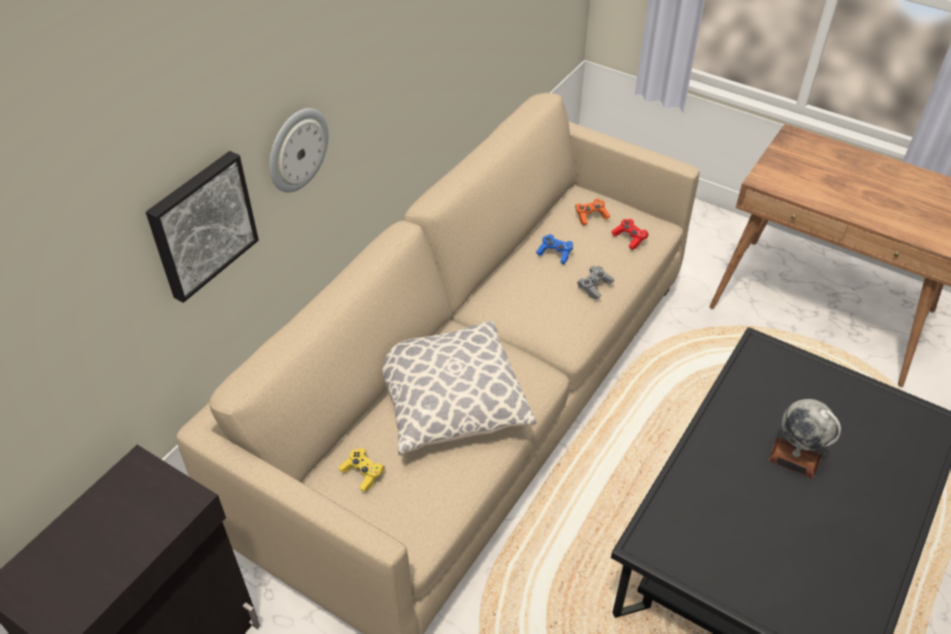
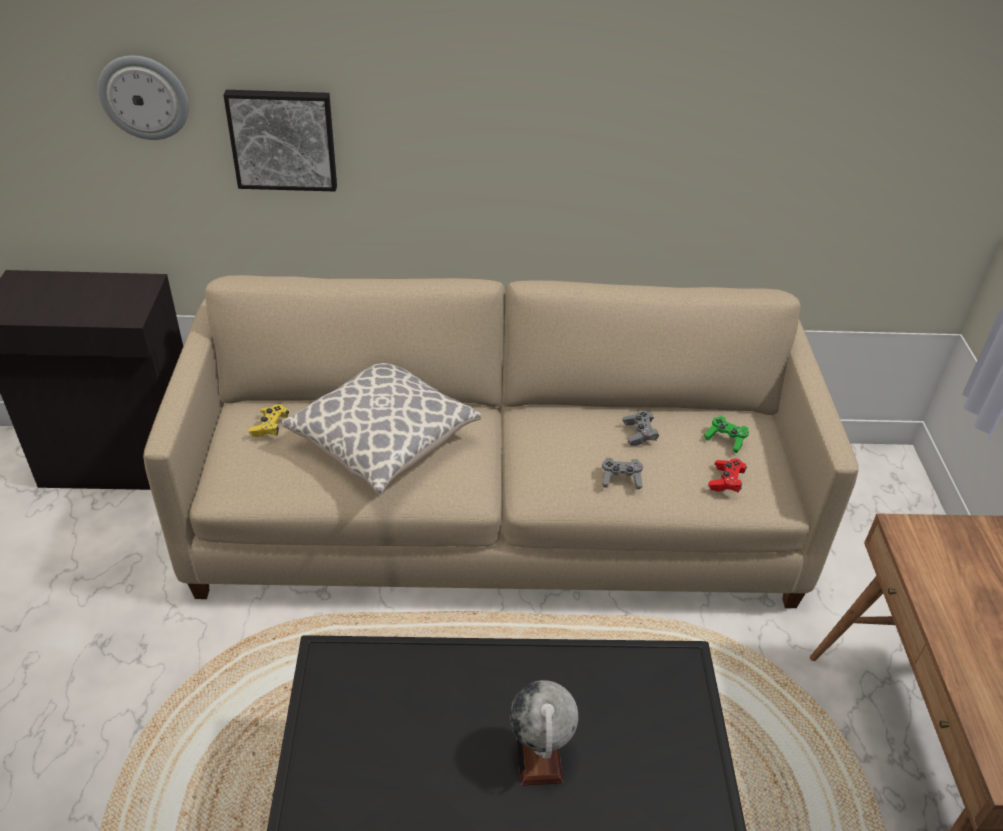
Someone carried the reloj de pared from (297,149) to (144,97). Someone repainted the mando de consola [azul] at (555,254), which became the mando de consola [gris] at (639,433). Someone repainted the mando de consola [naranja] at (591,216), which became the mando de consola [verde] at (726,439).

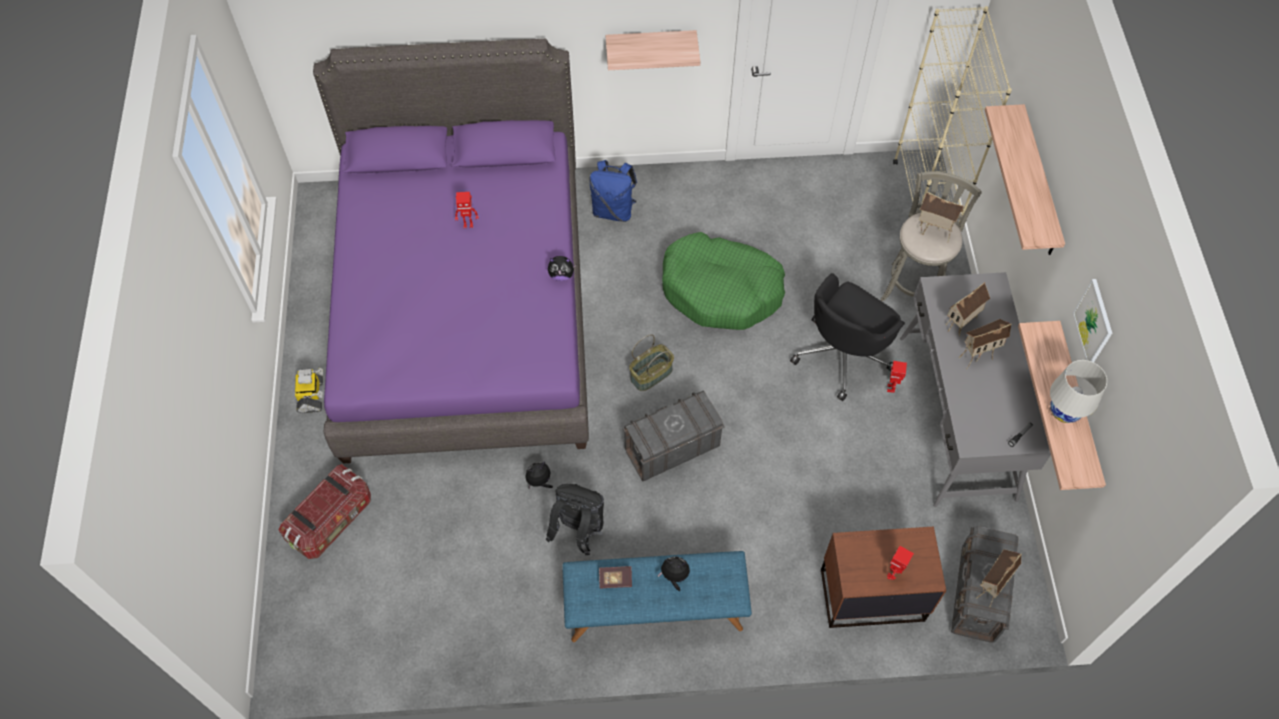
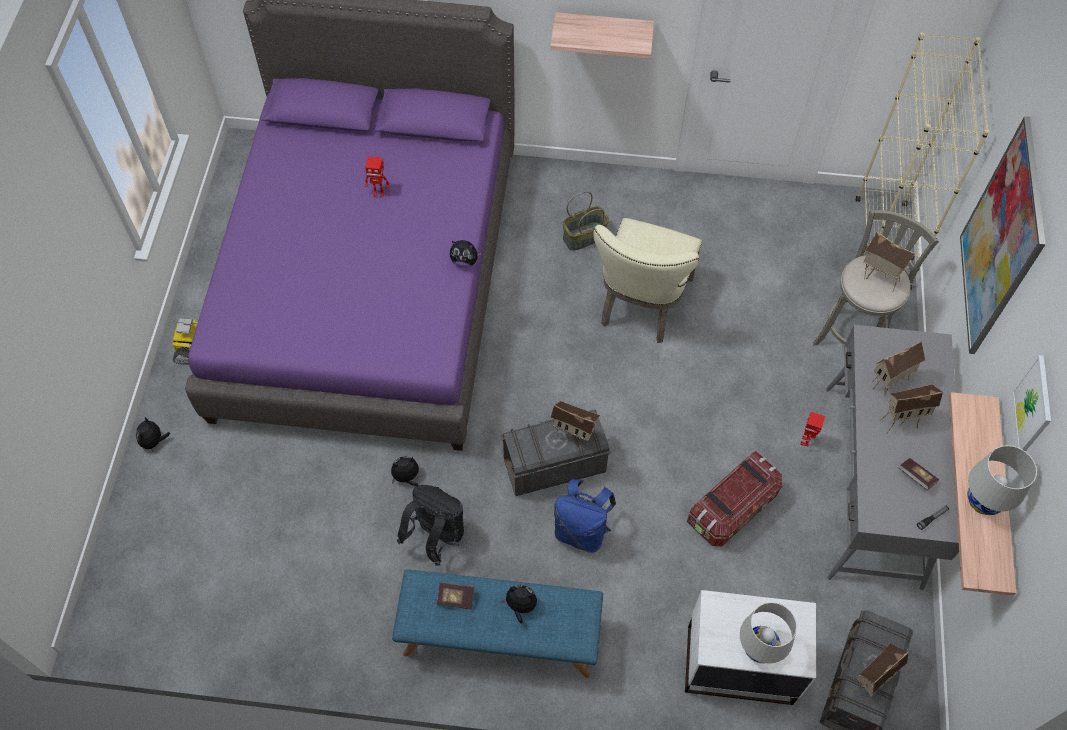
Someone put down the peluche at (154,441). Someone put down the casita at (573,436). Someone carried the mochila [azul] from (613,210) to (581,530). Someone carried the cesta from (651,374) to (584,236). Someone swapped the cama para perro [verde] at (721,290) for the silla [beis] at (641,306). Someone repainted the mesita de noche [marrón] at (871,594), which became the mesita de noche [blanco] at (738,663). Someone carried the caja de almacenaje from (331,520) to (732,508). Someone swapped the robot de juguete at (893,574) for the lámpara de mesa [blanco] at (760,648). Someone put down the libro at (916,477). Someone swapped the estante at (1039,183) for the cuadro at (1001,240). Someone took away the silla de oficina [negro] at (843,354).

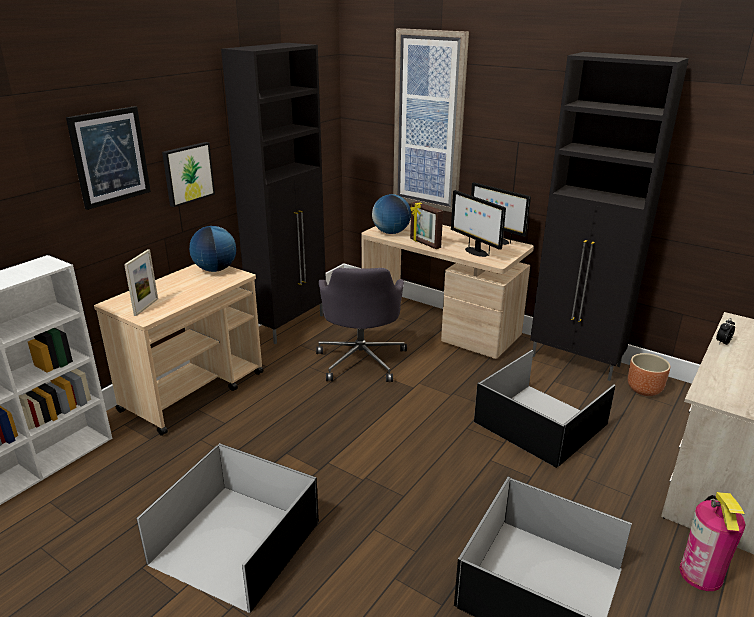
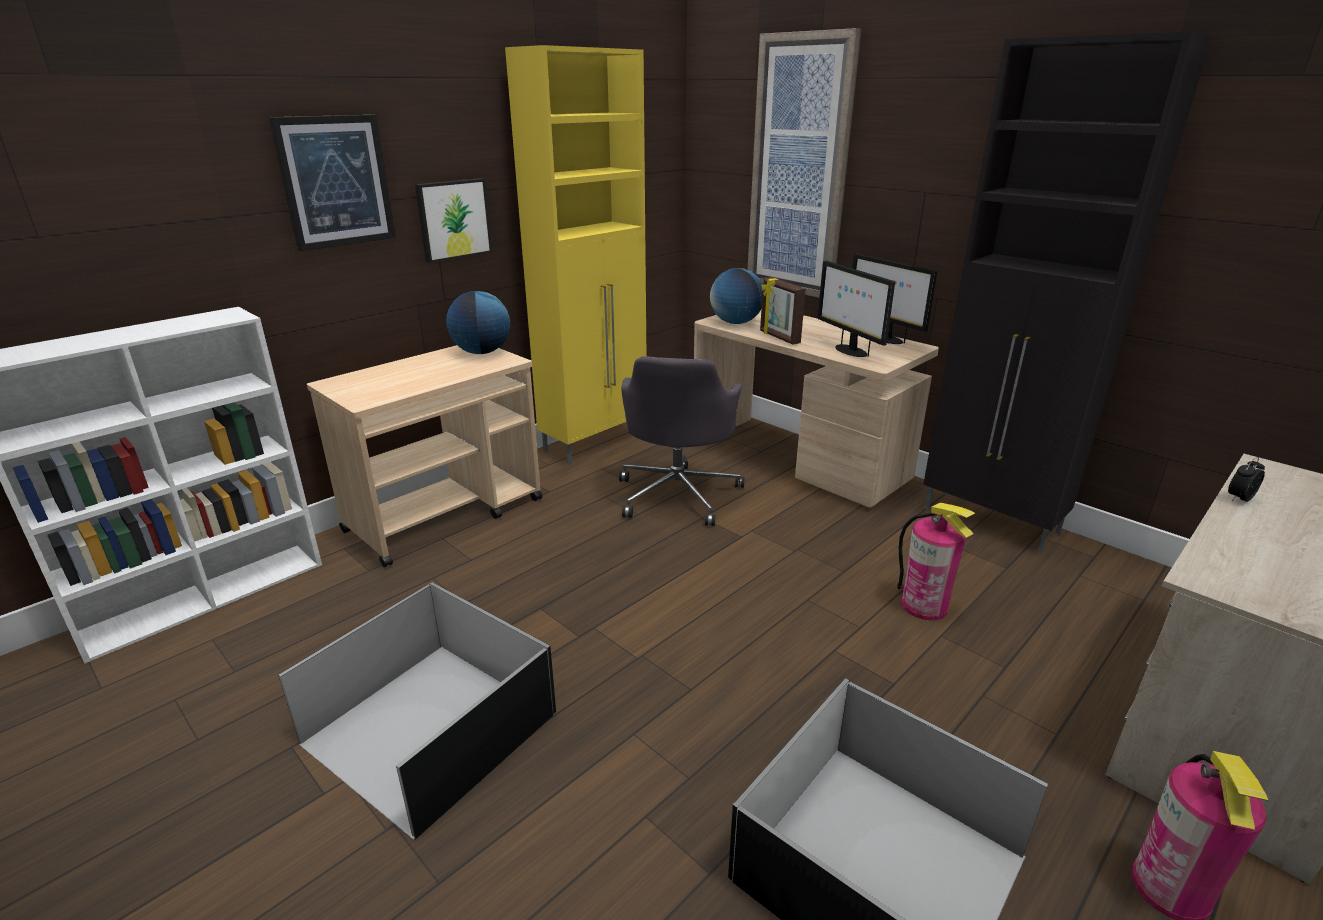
Someone repainted the armario [negro] at (290,324), which became the armario [amarillo] at (595,442). Someone swapped the caja de almacenaje [negro] at (542,424) for the extintor at (924,605). Someone took away the portarretratos at (146,307). Someone took away the maceta [marrón] at (644,389).

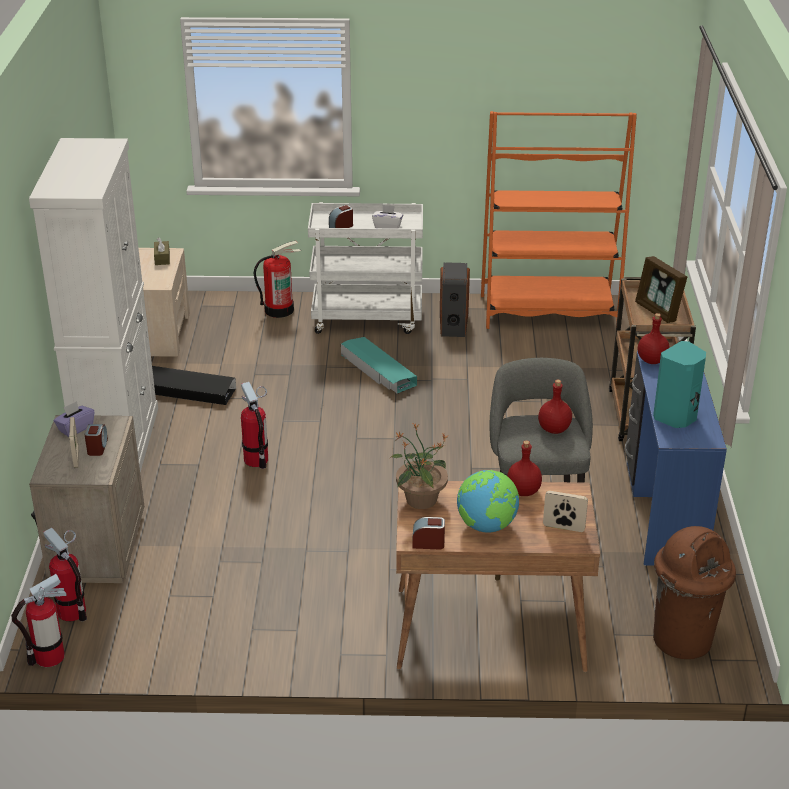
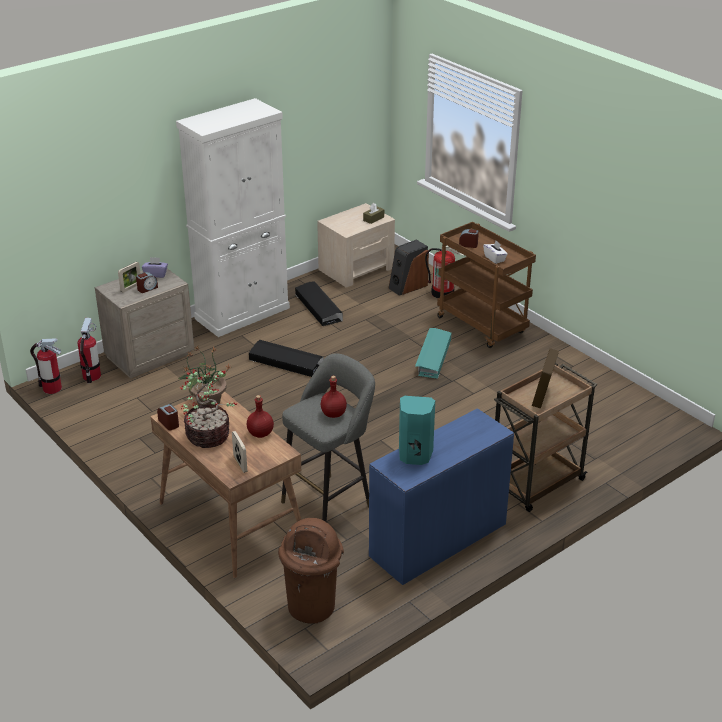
Someone swapped the globo terráqueo at (487,526) for the planta en maceta at (209,436). Someone swapped the extintor at (256,459) for the caja de almacenaje [negro] at (286,362). Someone carried the altavoz from (453,324) to (408,286). Someone repainted the carrito [blanco] at (368,318), which became the carrito [marrón] at (483,326). Someone took away the estantería [naranja] at (549,312). Someone took away the botella [rojo] at (652,360).

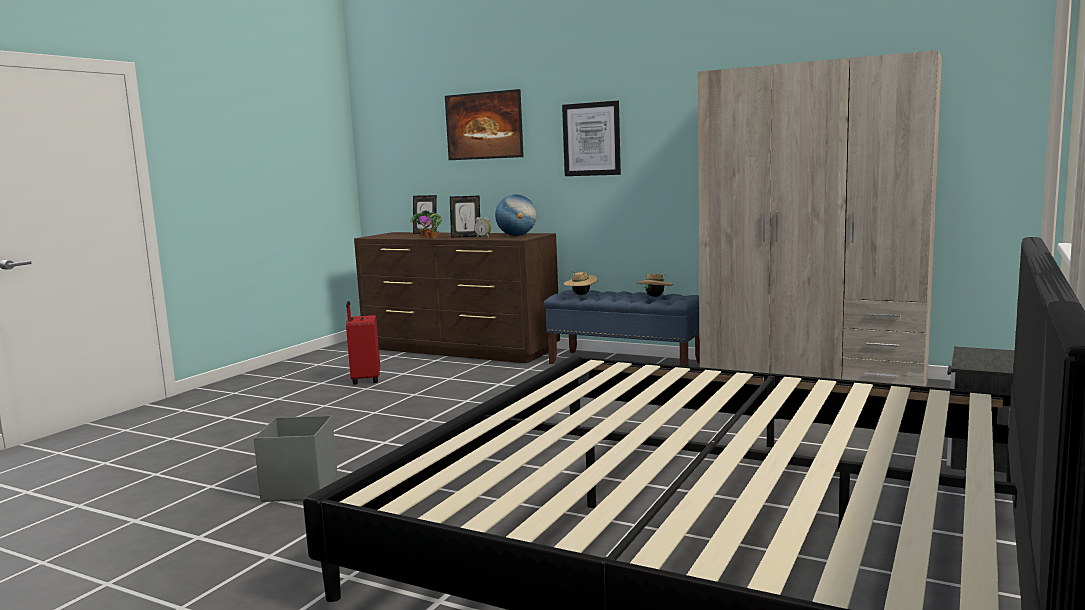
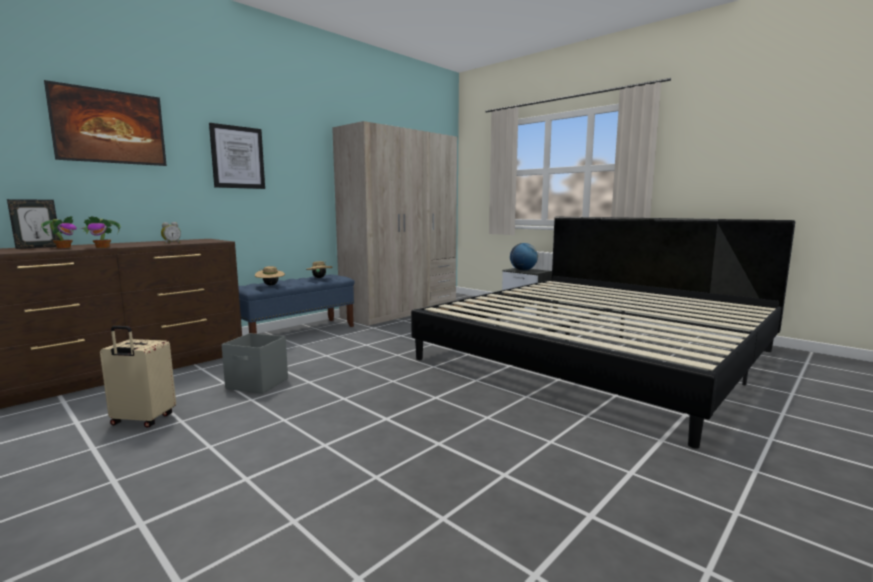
Someone repainted the maleta [rojo] at (365,380), which became the maleta [beis] at (142,420). Someone carried the caja de almacenaje [gris] from (299,489) to (258,384). Someone carried the globo terráqueo from (516,235) to (523,270). Someone took away the portarretratos at (466,236).

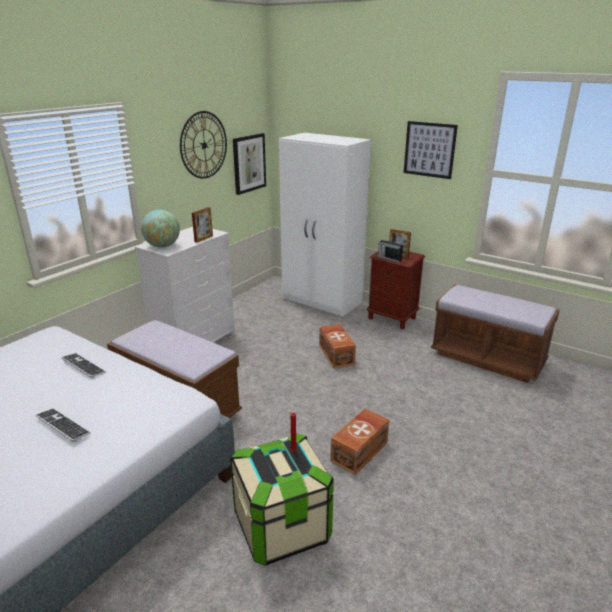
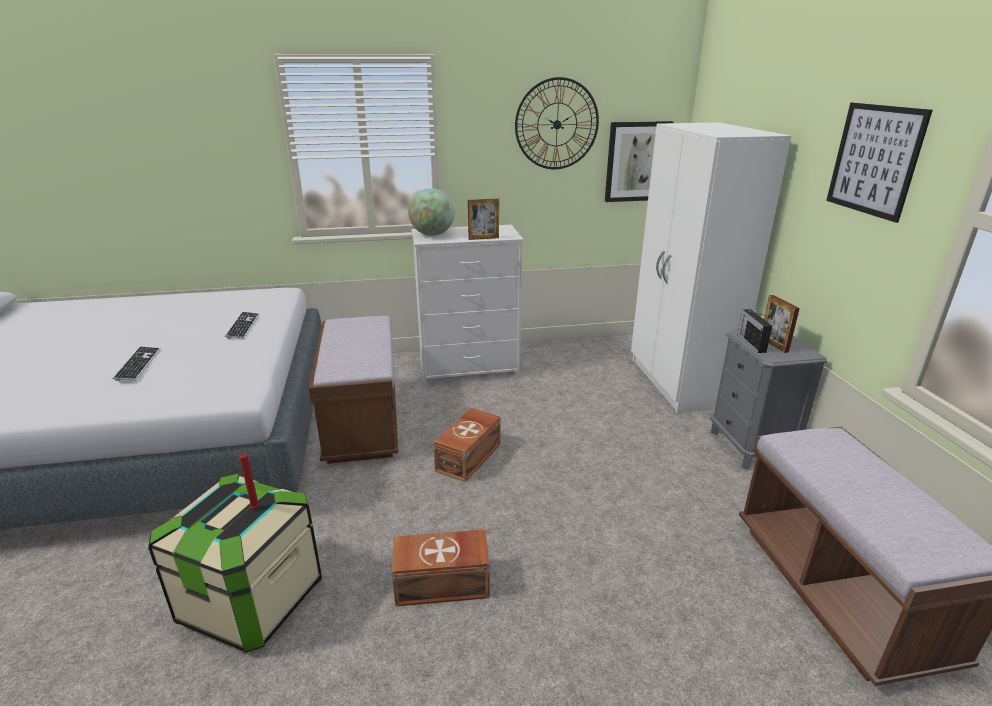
Someone carried the caja de almacenaje [marrón] from (336,354) to (470,457). Someone repainted the mesita de noche [marrón] at (392,318), which became the mesita de noche [gris] at (749,447).

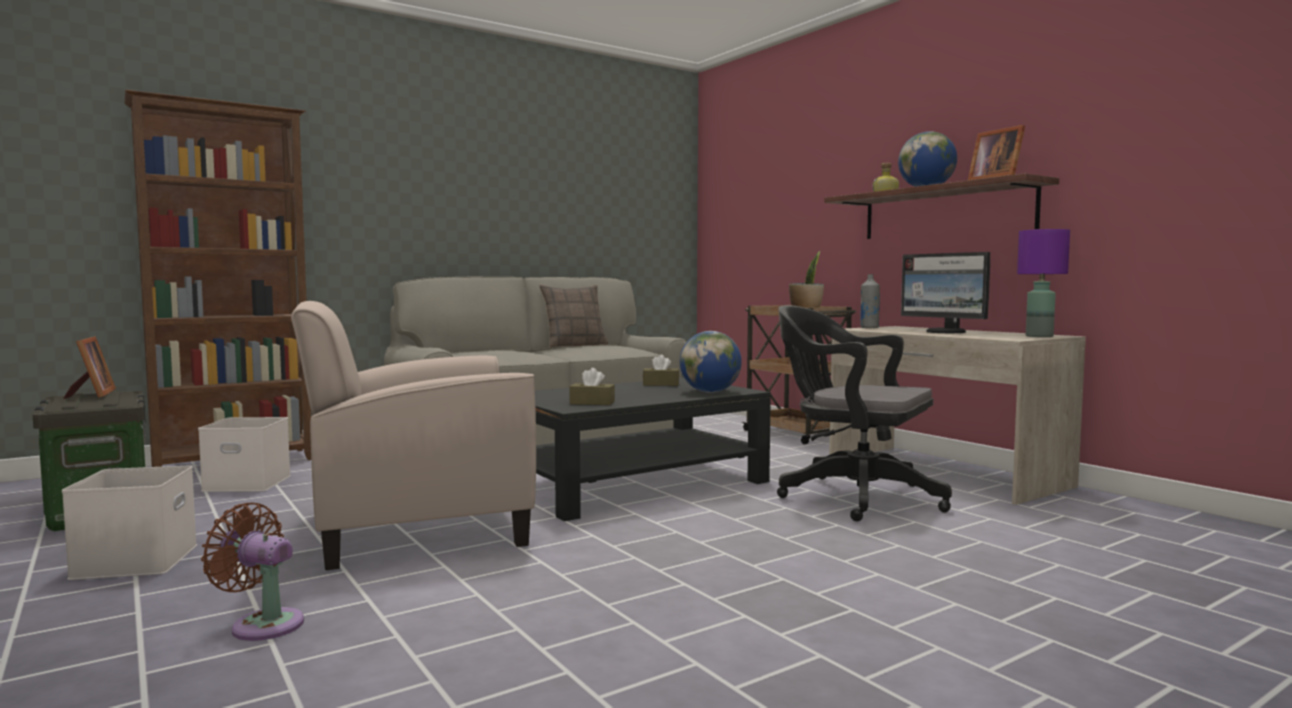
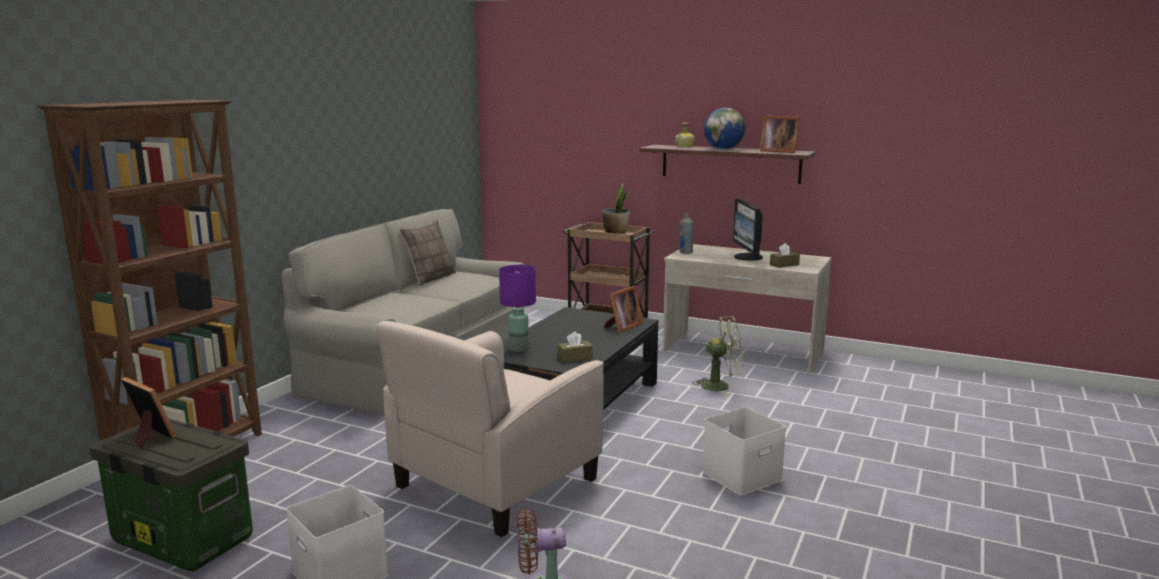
Someone carried the lámpara de mesa [morado] from (1038,336) to (518,349). Someone swapped the globo terráqueo at (710,392) for the portarretratos at (622,327). Someone swapped the silla de oficina [negro] at (852,497) for the ventilador [verde] at (721,386). Someone carried the caja de almacenaje [blanco] from (249,483) to (741,475). Someone rotated the monitor at (945,332) by 60 degrees clockwise. Someone carried the caja de pañuelos [marrón] from (661,384) to (784,265).

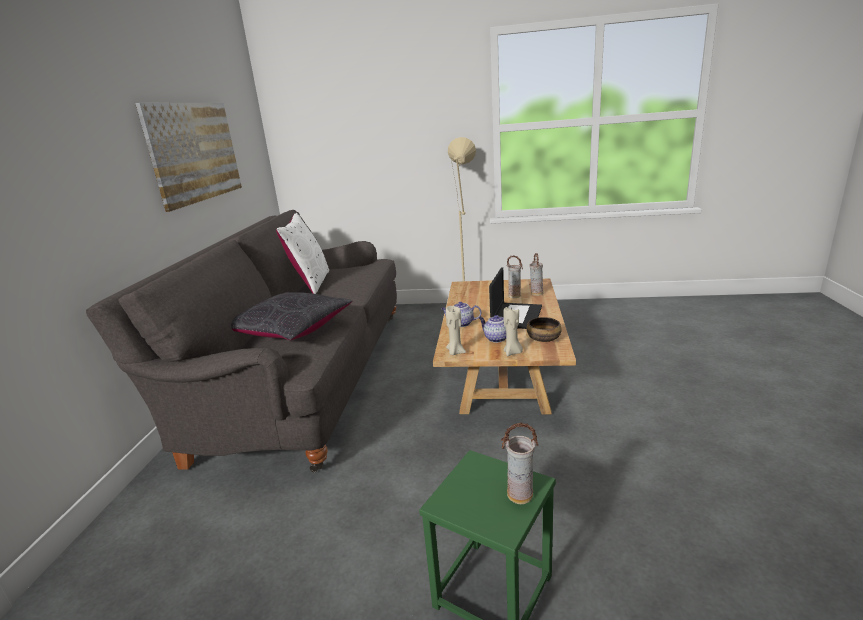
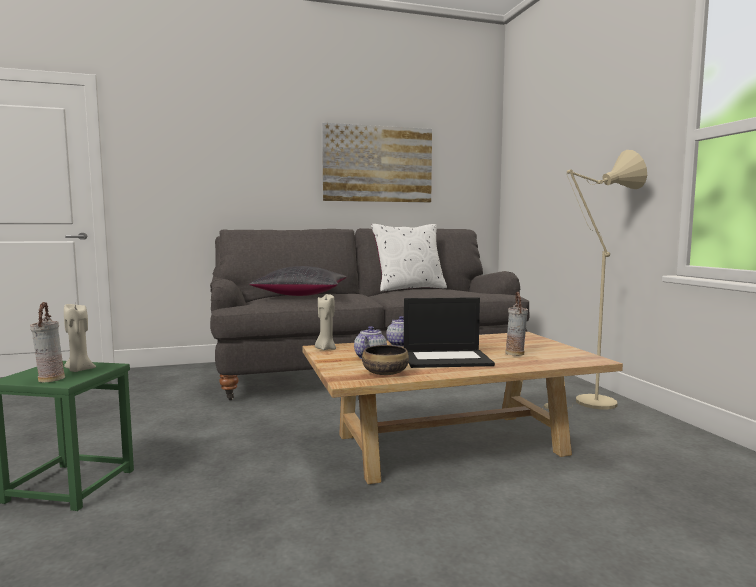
Someone carried the vela [beis] from (512,353) to (79,370). Someone took away the florero at (536,293).

